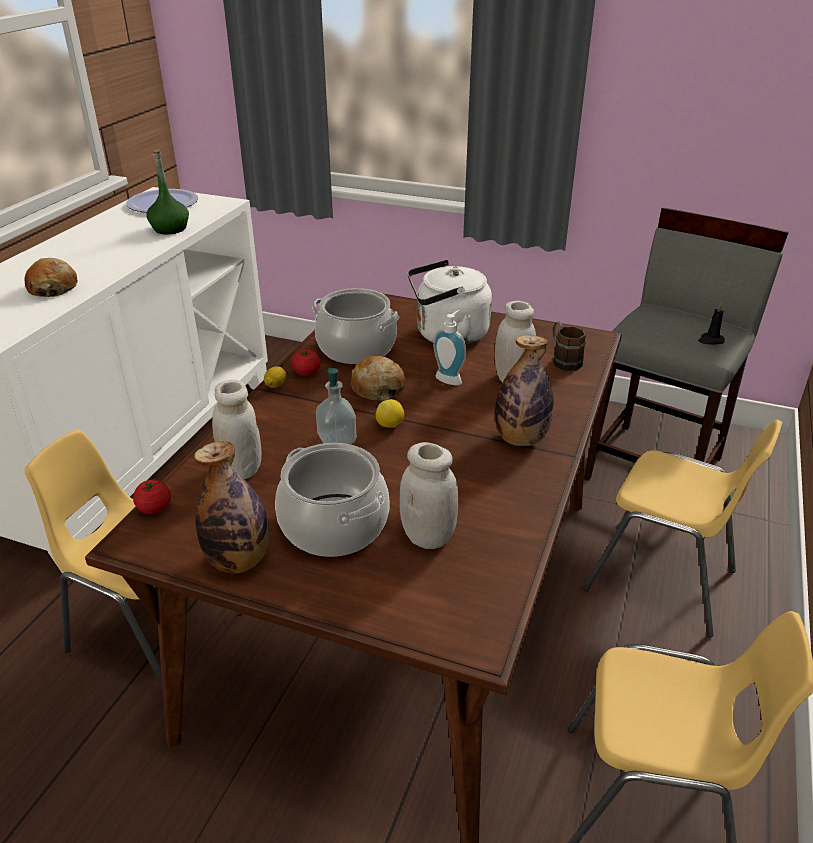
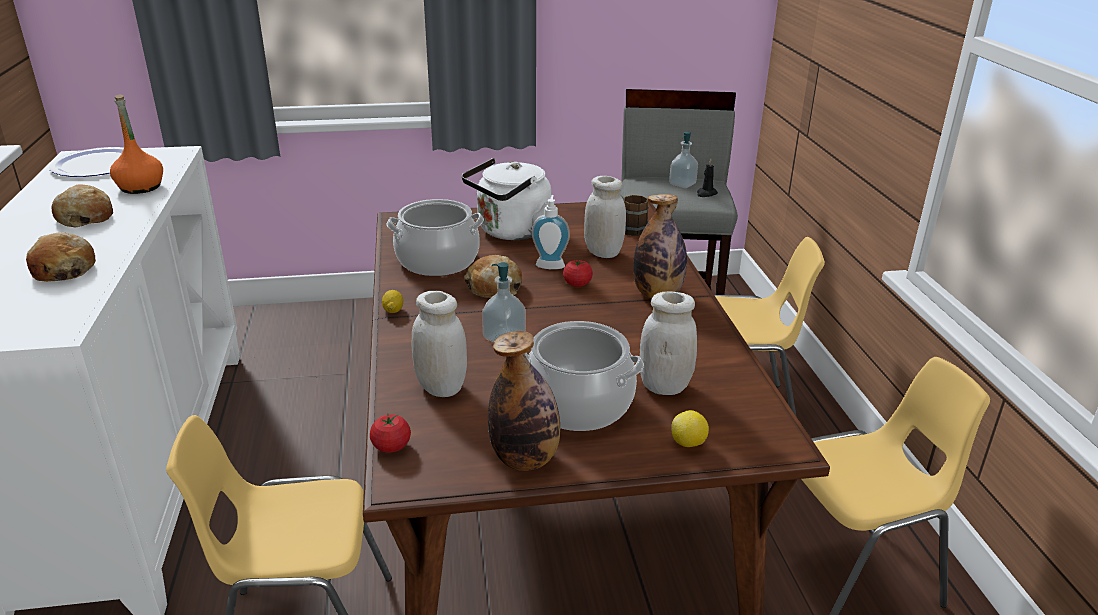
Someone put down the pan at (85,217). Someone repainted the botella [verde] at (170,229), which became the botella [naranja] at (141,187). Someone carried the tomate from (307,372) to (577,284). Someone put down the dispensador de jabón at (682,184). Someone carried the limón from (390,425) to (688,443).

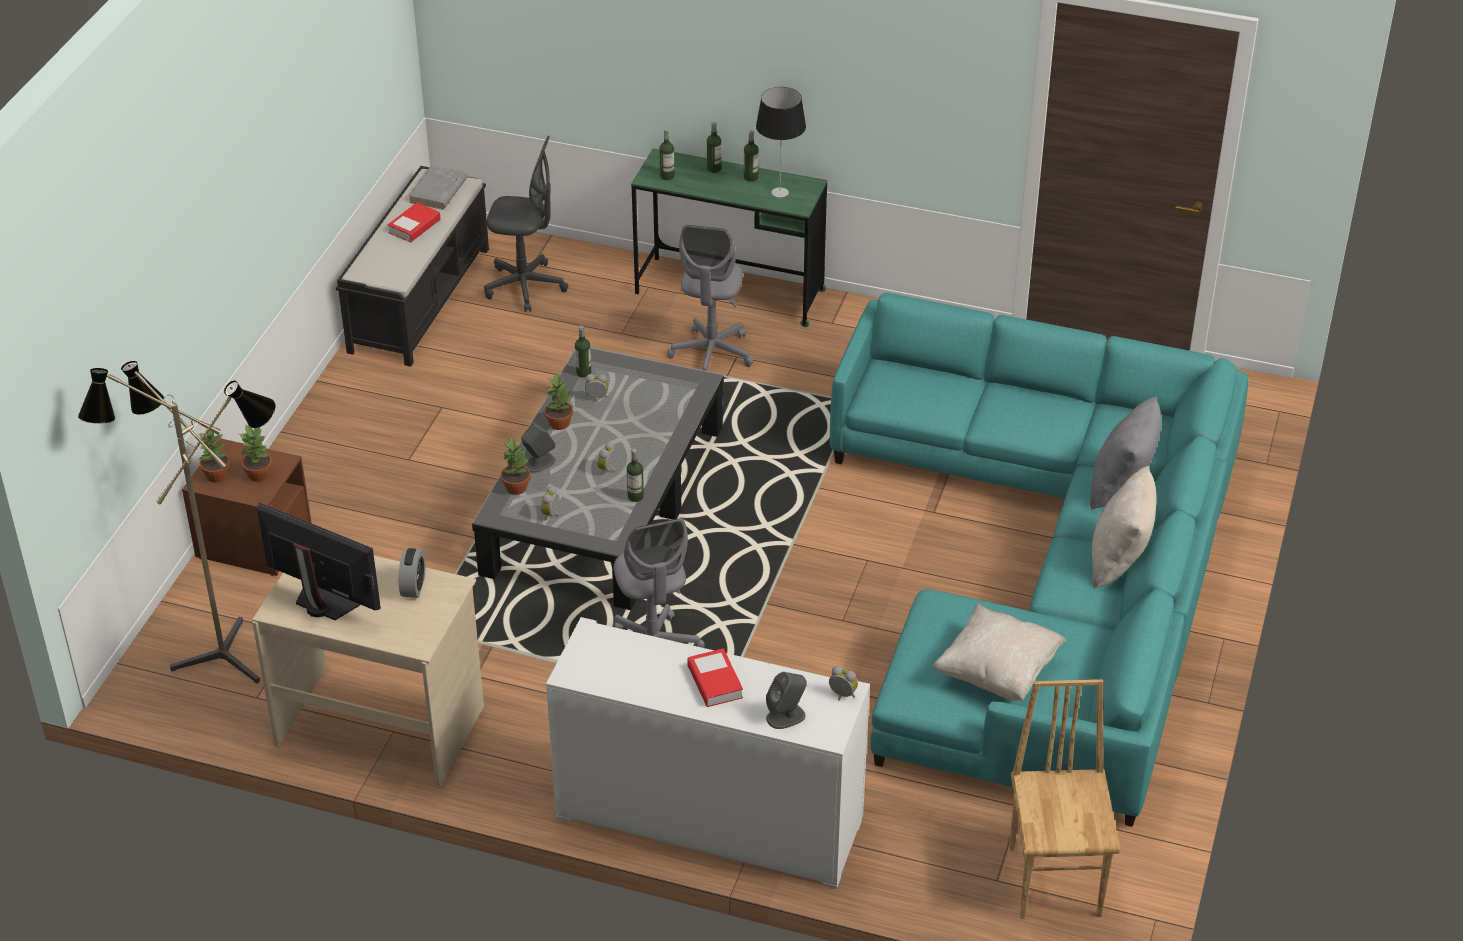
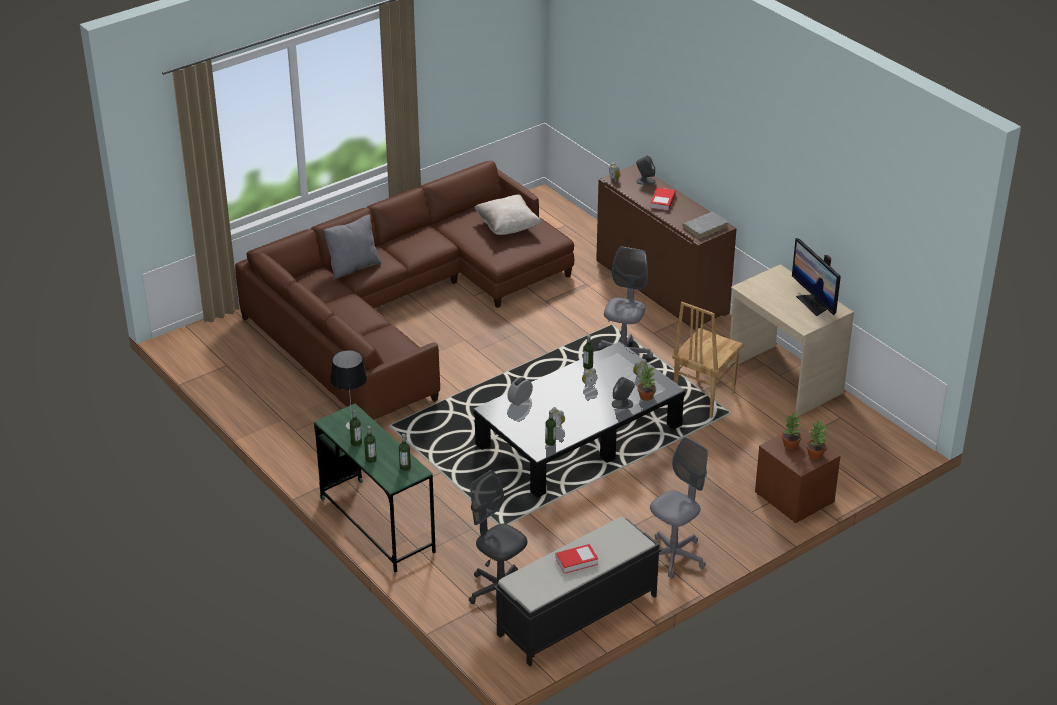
Someone repainted the sofá [turquesa] at (1049,576), which became the sofá [marrón] at (402,308). Someone carried the despertador from (413,586) to (520,400). Someone repainted the armario [blanco] at (709,818), which became the armario [marrón] at (661,287). Someone carried the silla de oficina [gris] from (711,354) to (674,557). Someone carried the silla [marrón] from (1056,880) to (702,398). Someone carried the libro [gris] from (438,191) to (705,227). Someone took away the lámpara de pie at (220,650). Someone took away the planta en maceta at (559,423). Someone took away the cojín [beis] at (1119,560).

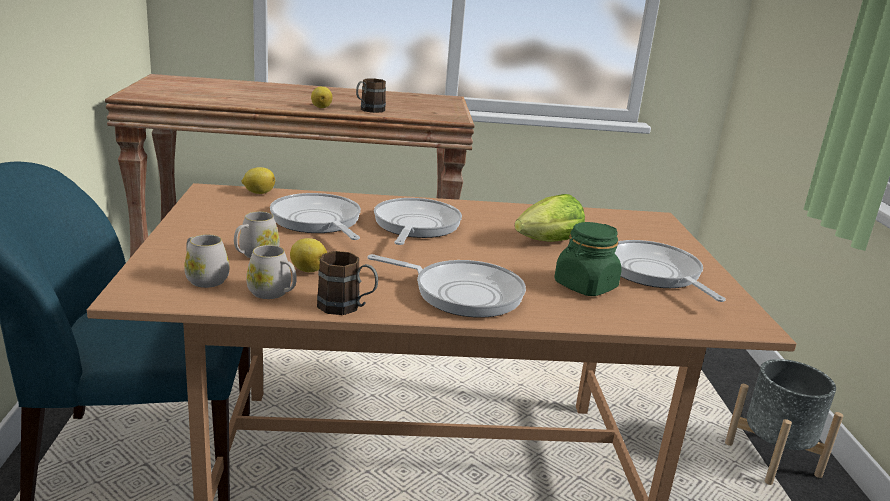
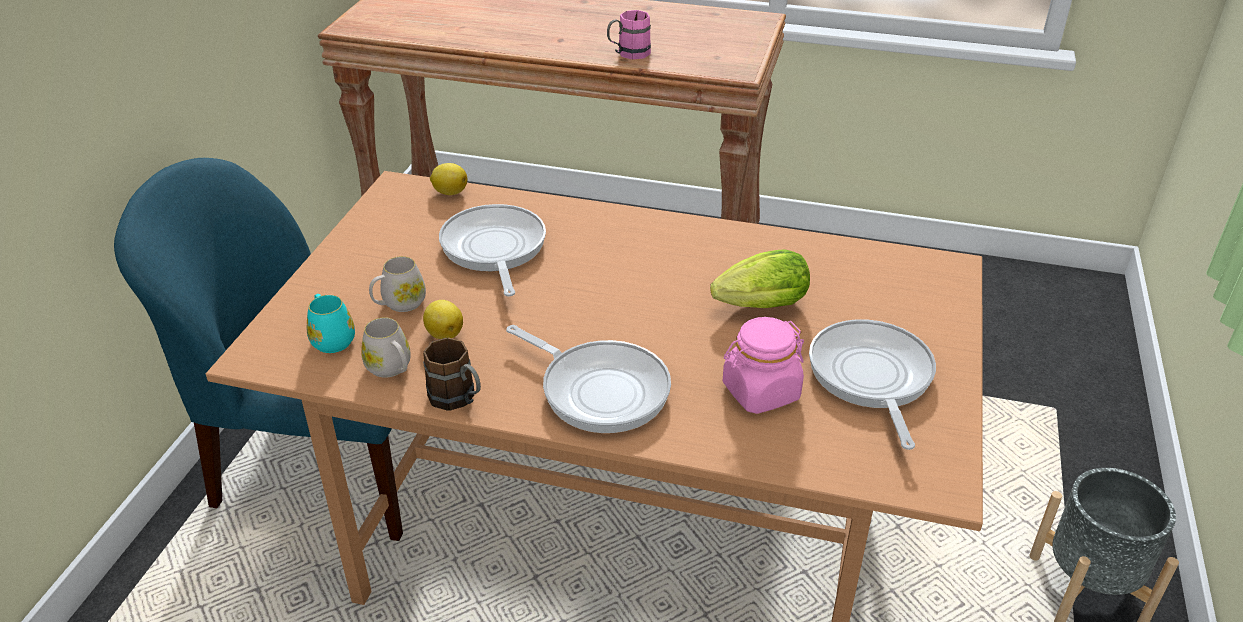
Someone repainted the taza grande [blanco] at (204,278), which became the taza grande [turquesa] at (331,338). Someone repainted the taza grande [marrón] at (368,110), which became the taza grande [rosa] at (628,54). Someone repainted the tarro [verde] at (585,286), which became the tarro [rosa] at (760,392). Someone took away the limón at (321,107). Someone took away the sartén at (415,226).

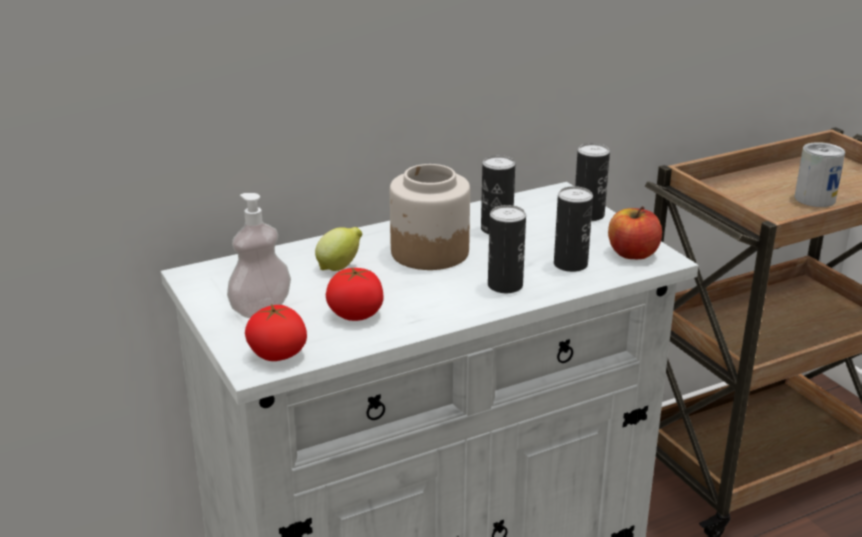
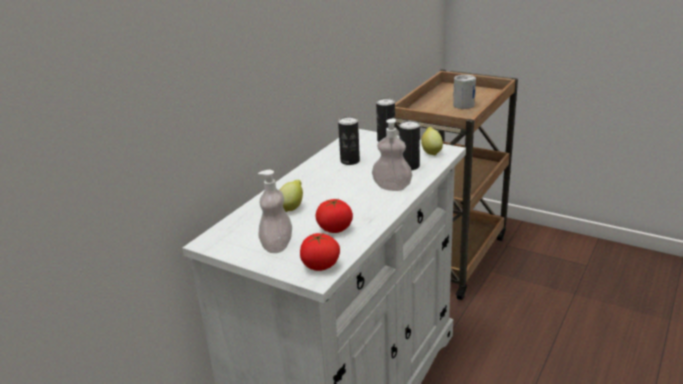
Someone swapped the lata at (505,285) for the dispensador de jabón at (392,187). Someone swapped the manzana at (632,254) for the limón at (431,152). Someone took away the tarro at (429,252).

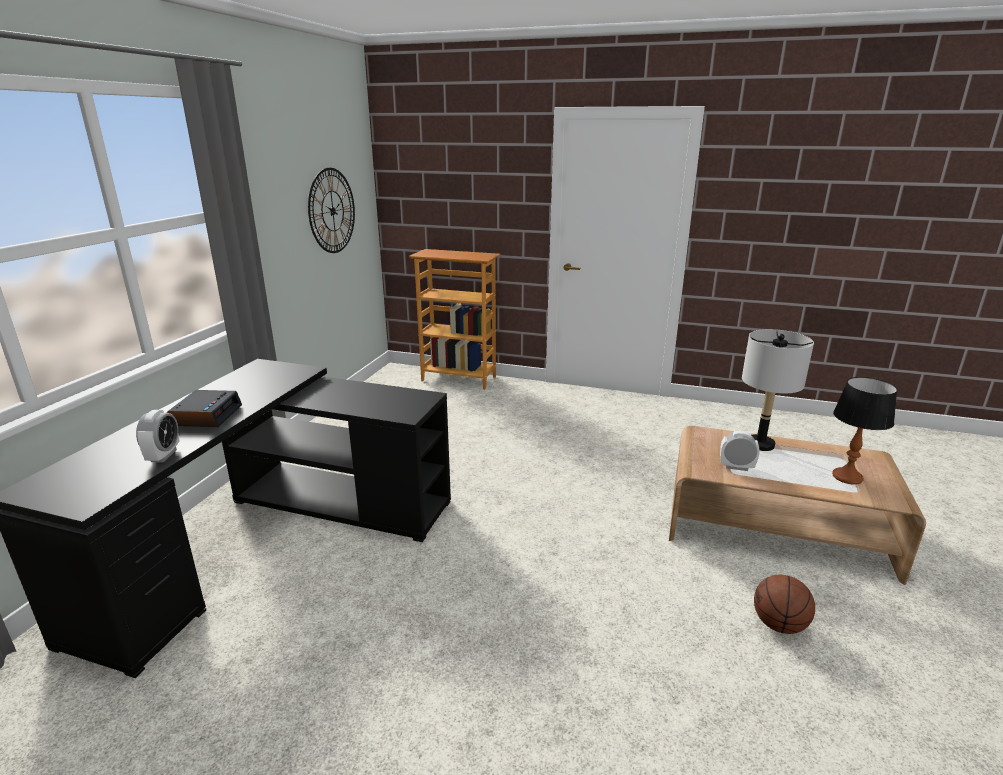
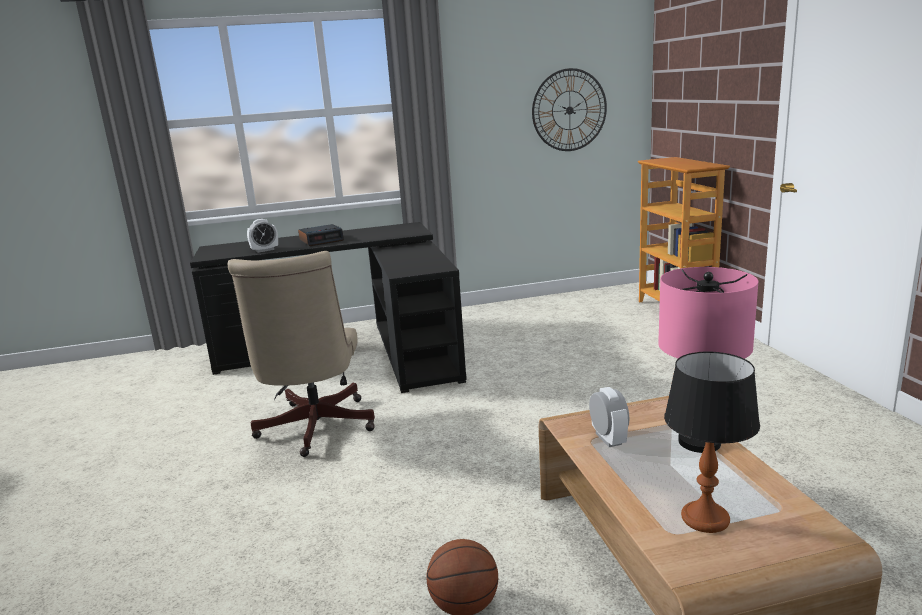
Someone put down the silla de oficina [beis] at (314,430). Someone repainted the lámpara de mesa [gris] at (759,444), which became the lámpara de mesa [rosa] at (699,442).

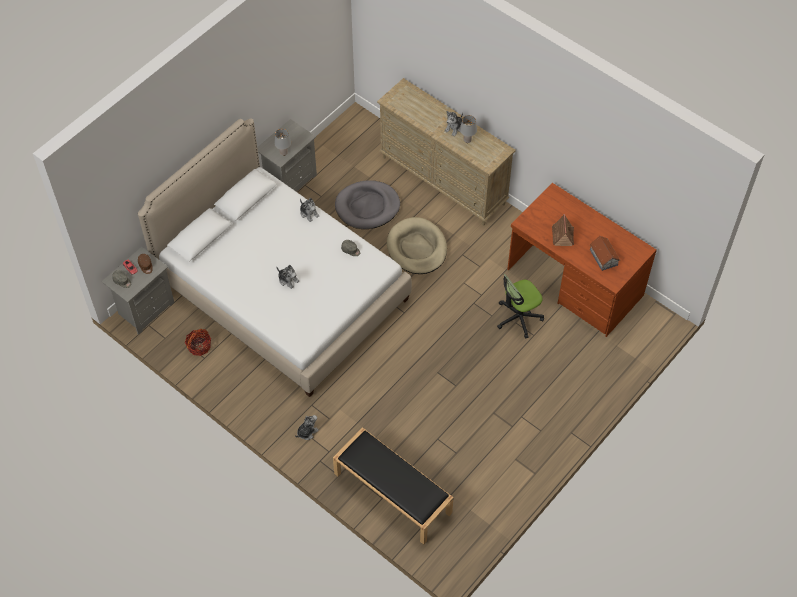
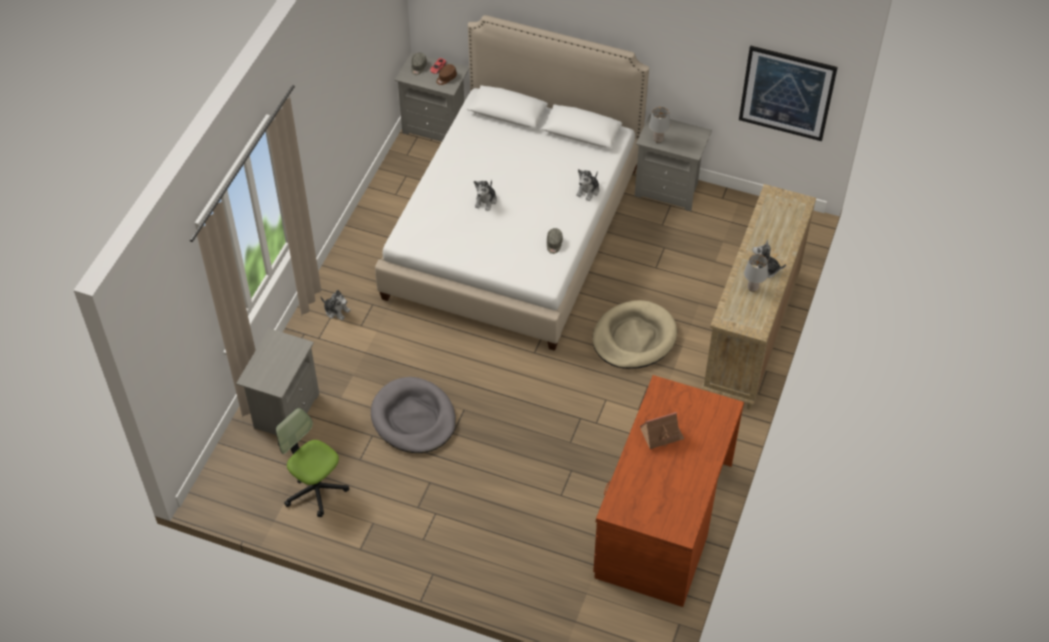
Someone swapped the banco [negro] at (391,493) for the mesita de noche [gris] at (285,412). Someone carried the silla de oficina from (518,317) to (315,488). Someone carried the cama para perro [gris] from (367,207) to (413,418). Someone put up the cuadro at (787,93). Someone took away the cesta at (199,346). Someone took away the casita at (603,257).

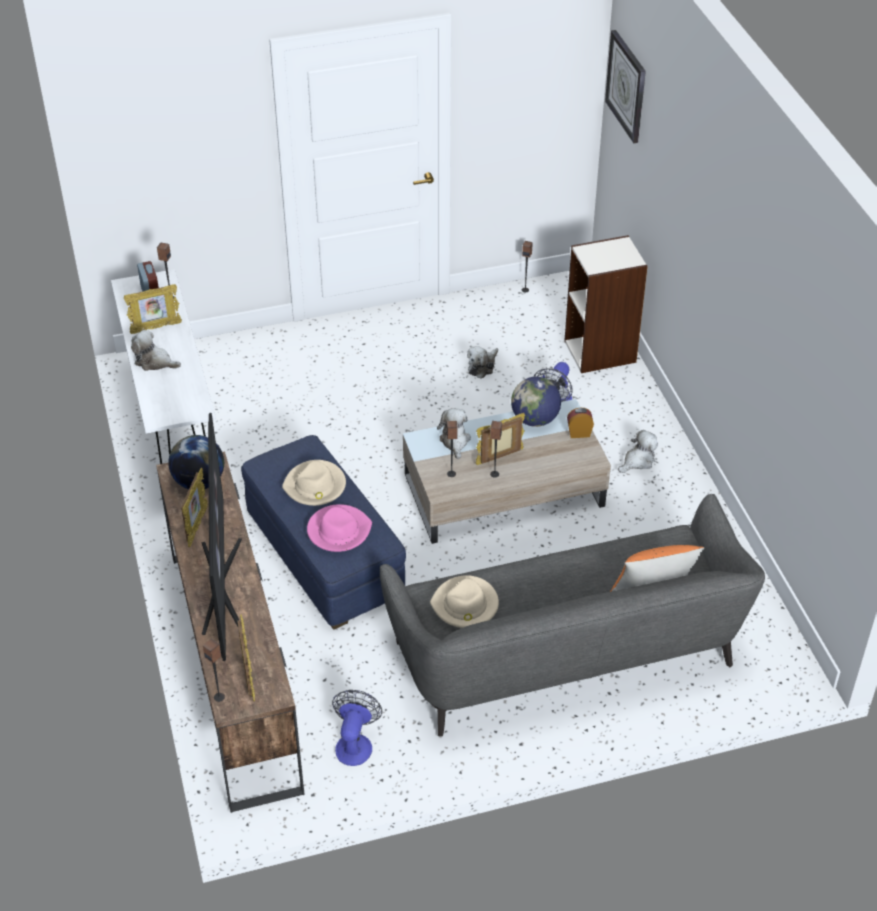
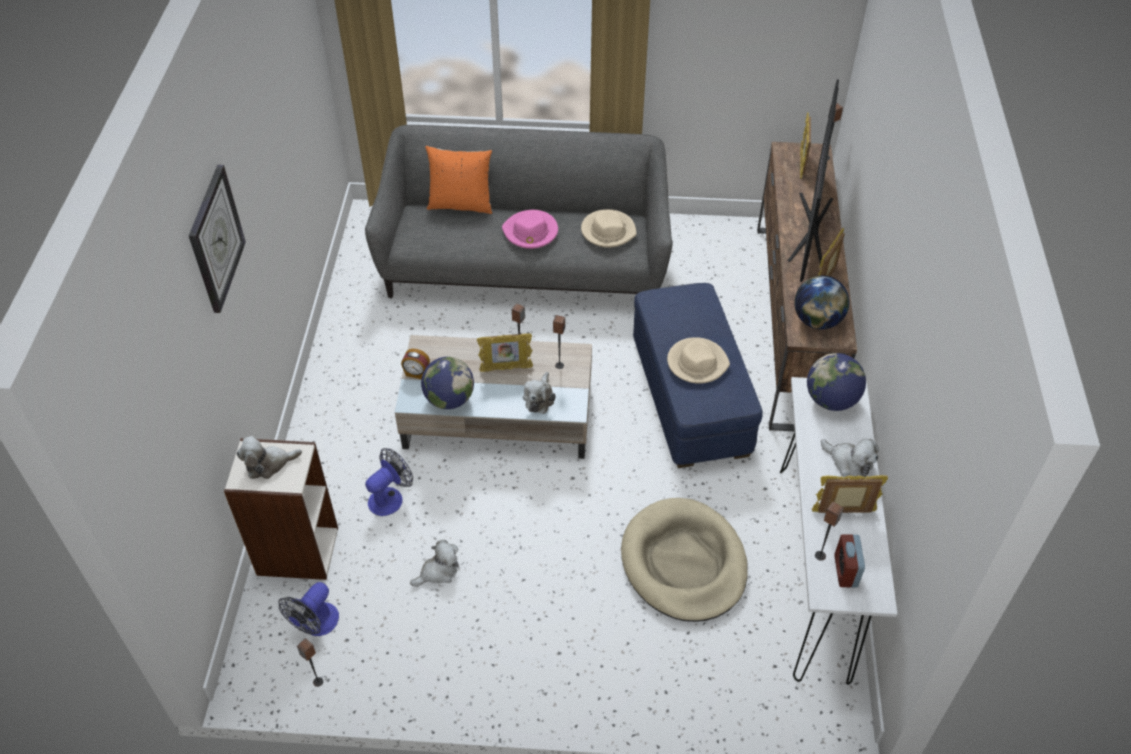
Someone carried the reloj de pared from (627,86) to (215,239). Someone carried the peluche from (638,461) to (268,464). Someone carried the ventilador from (355,743) to (315,625). Someone carried the sombrero [rosa] from (338,530) to (530,232). Someone put down the cama para perro [beis] at (683,563). Someone put down the globo terráqueo at (831,400).

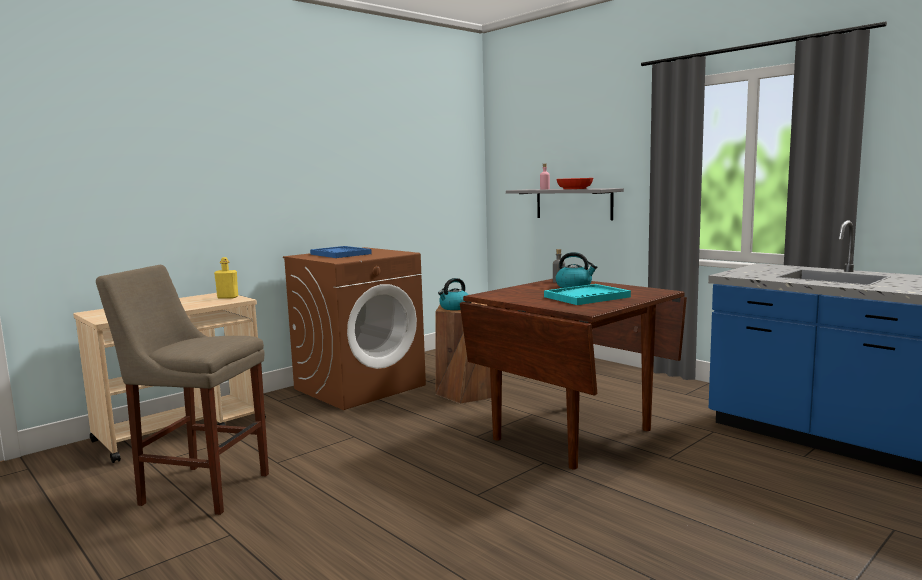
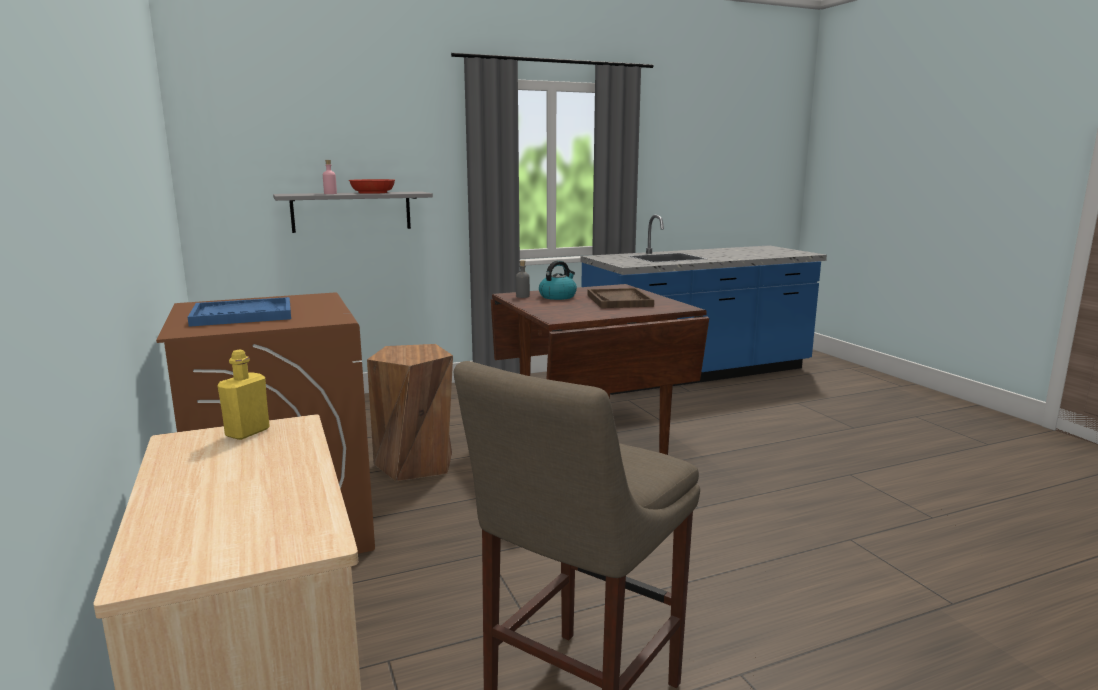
Someone repainted the bandeja [turquesa] at (586,297), which became the bandeja [marrón] at (619,300). Someone took away the hervidor at (454,308).

